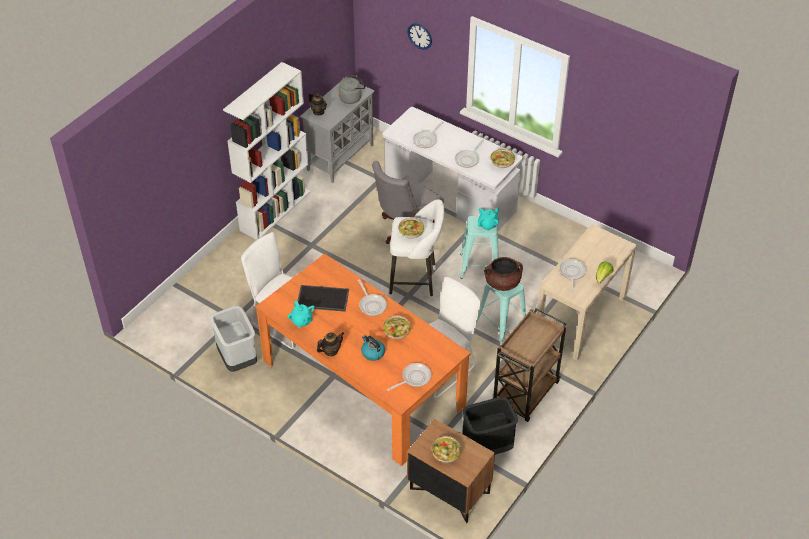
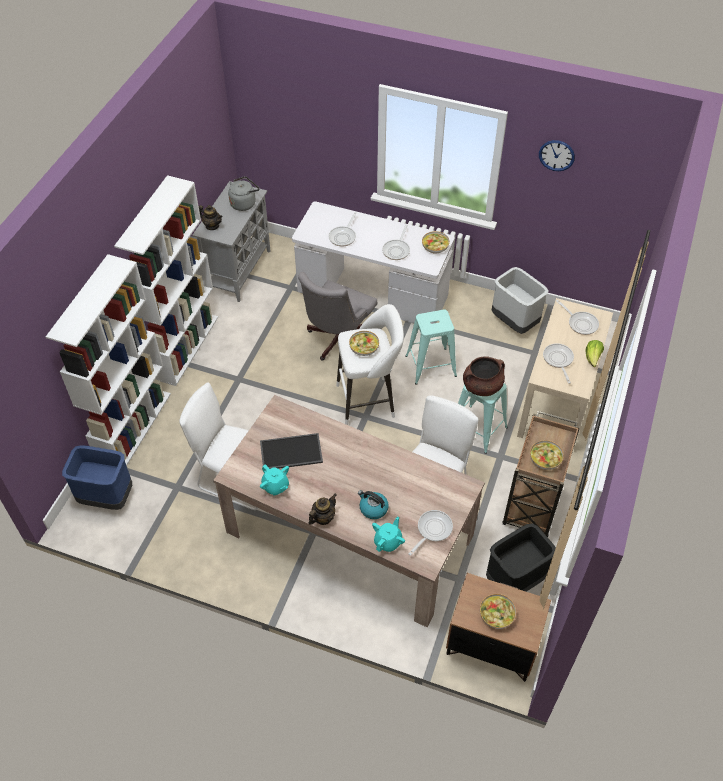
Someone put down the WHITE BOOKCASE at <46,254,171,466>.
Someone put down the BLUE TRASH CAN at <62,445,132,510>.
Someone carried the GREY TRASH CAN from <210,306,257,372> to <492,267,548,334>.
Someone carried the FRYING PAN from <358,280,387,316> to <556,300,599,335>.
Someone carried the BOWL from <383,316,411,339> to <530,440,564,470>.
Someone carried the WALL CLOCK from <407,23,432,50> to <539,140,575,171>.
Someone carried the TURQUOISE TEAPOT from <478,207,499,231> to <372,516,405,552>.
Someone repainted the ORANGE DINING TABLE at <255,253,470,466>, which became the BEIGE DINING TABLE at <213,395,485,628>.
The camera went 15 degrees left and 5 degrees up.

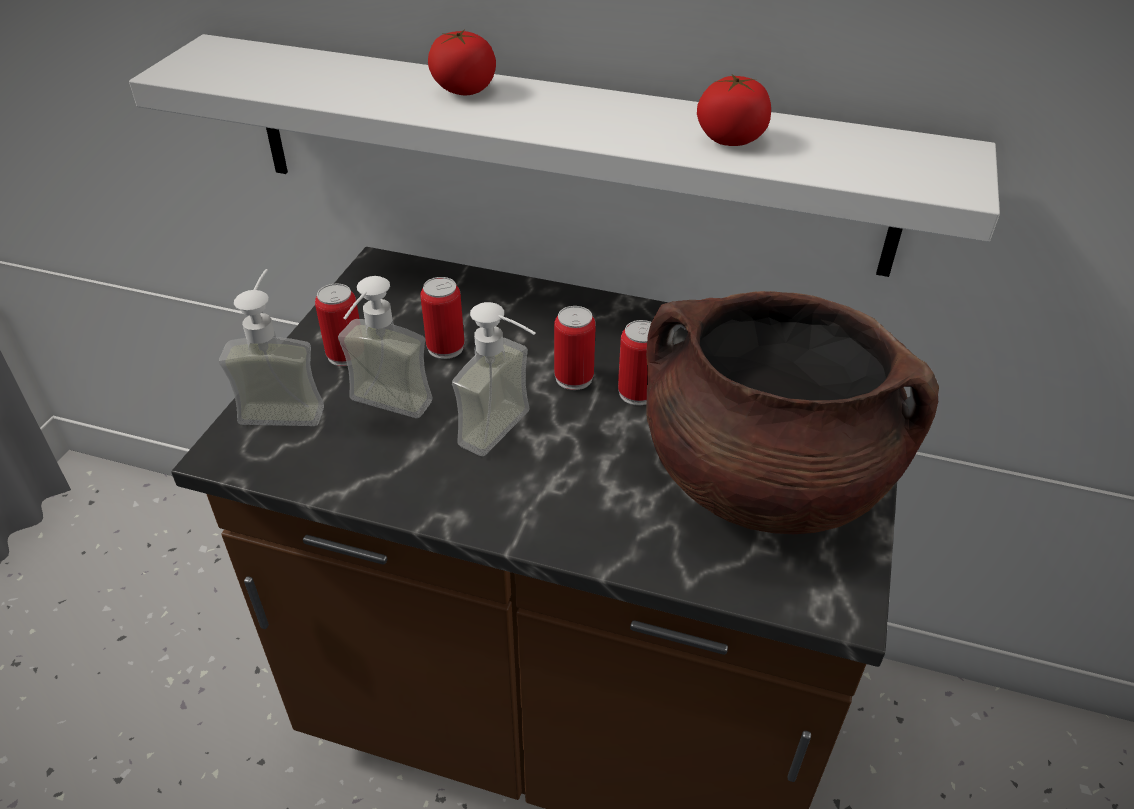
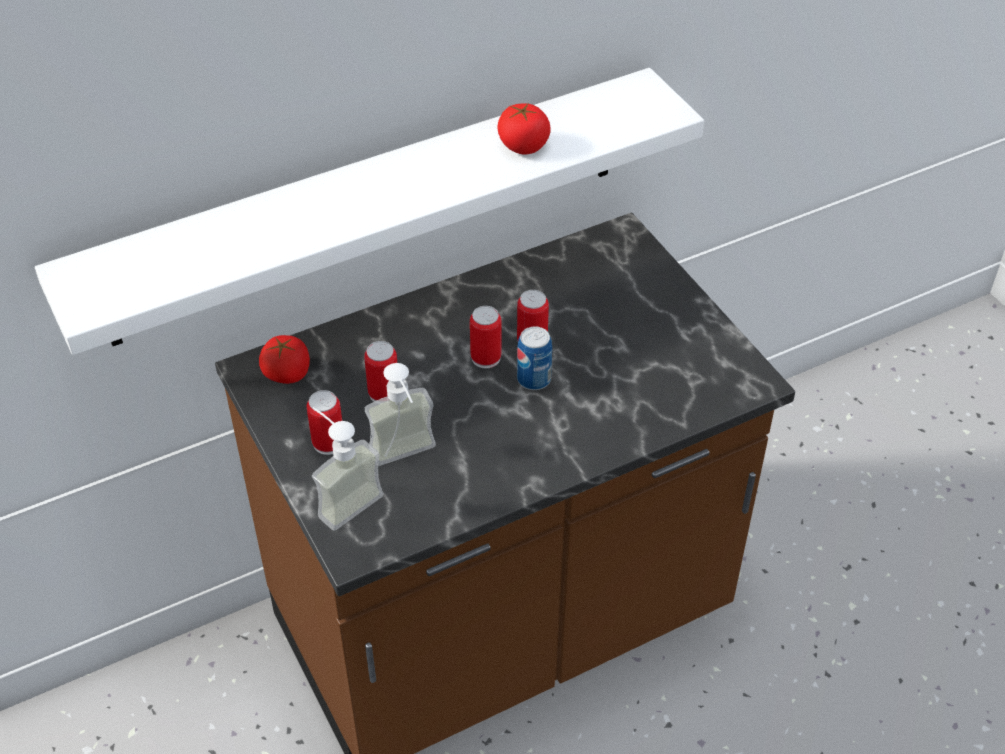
Someone took away the SOAP DISPENSER at <452,302,536,456>.
Someone took away the BROWN COOKING POT at <646,291,939,534>.
Someone put down the CAN at <517,326,552,390>.
Someone carried the TOMATO from <428,30,496,95> to <259,335,310,384>.
The camera went 45 degrees left and 5 degrees up.

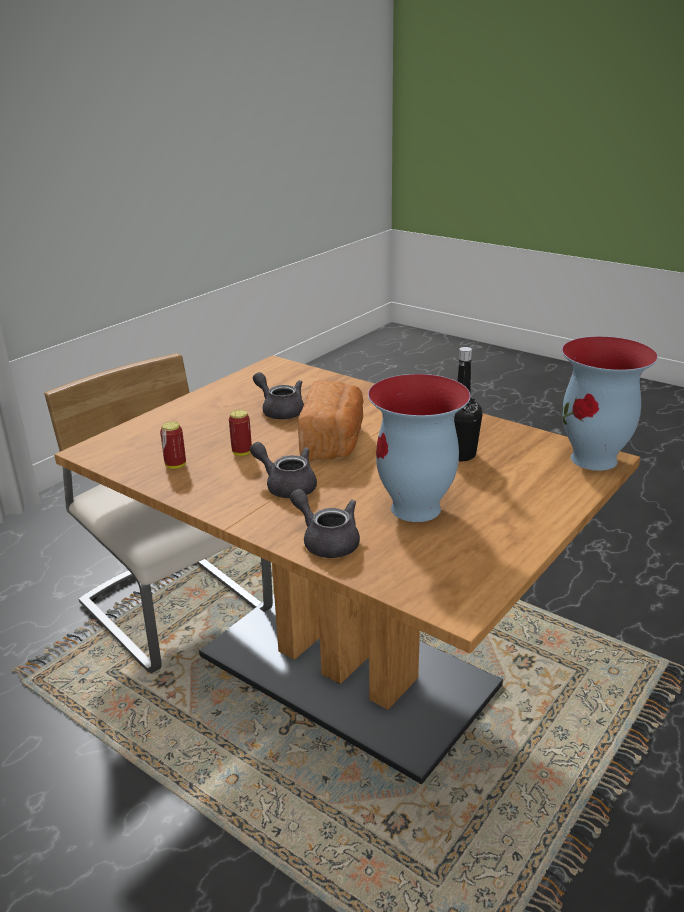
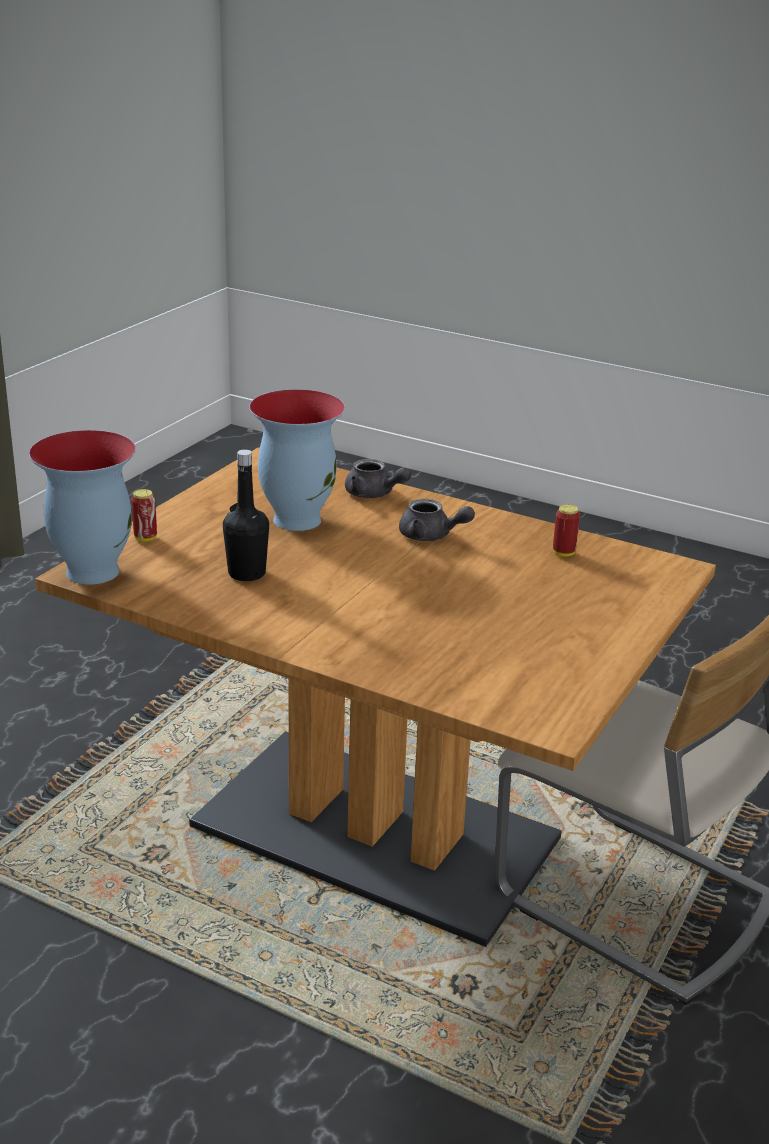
Someone took away the GREY TEAPOT at <253,372,304,419>.
Someone took away the BREAD at <298,381,364,460>.
Someone carried the CAN from <229,410,252,456> to <131,489,157,542>.
The camera went 170 degrees right and 0 degrees up.

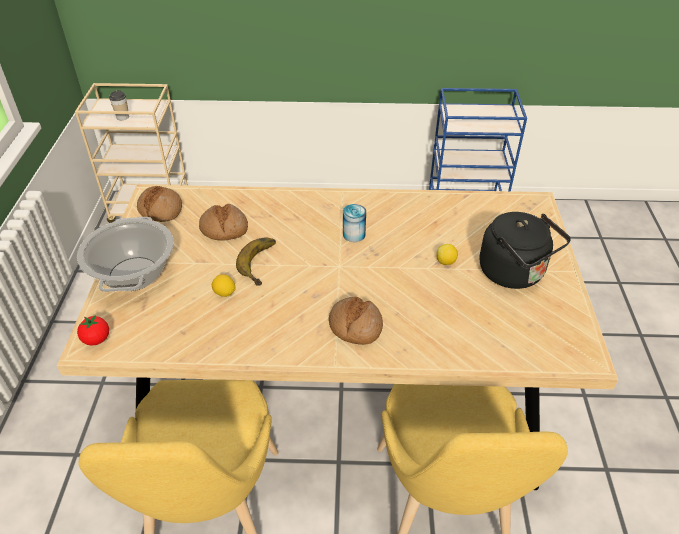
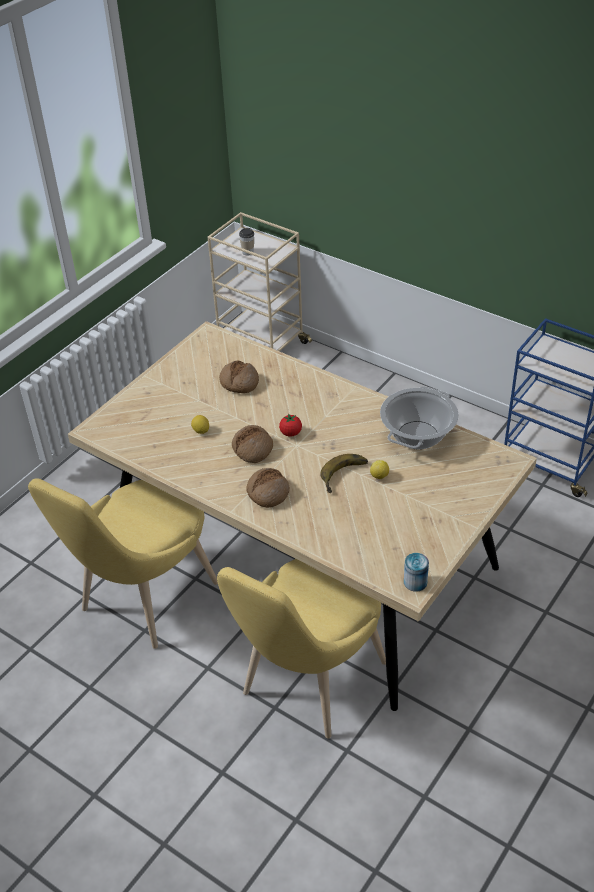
Someone took away the BLACK KETTLE at <479,212,571,289>.
Someone carried the COOKING POT from <77,217,174,292> to <380,386,459,450>.
Someone carried the TOMATO from <77,315,109,346> to <279,413,302,437>.
Someone carried the BREAD from <137,186,182,222> to <232,425,273,463>.
Someone carried the BANANA from <236,237,276,285> to <320,454,368,493>.
Someone carried the CAN from <343,204,366,242> to <404,553,429,592>.
The camera went 35 degrees right and 0 degrees up.

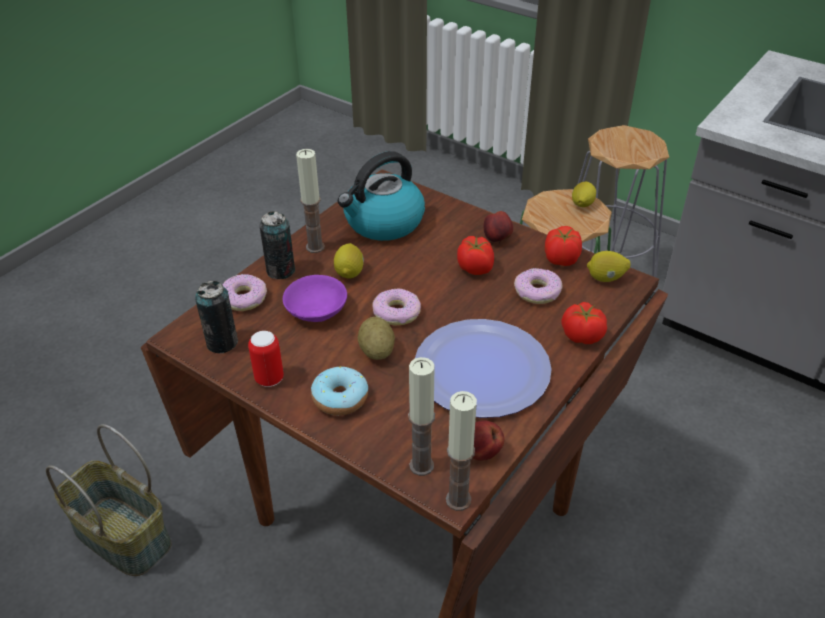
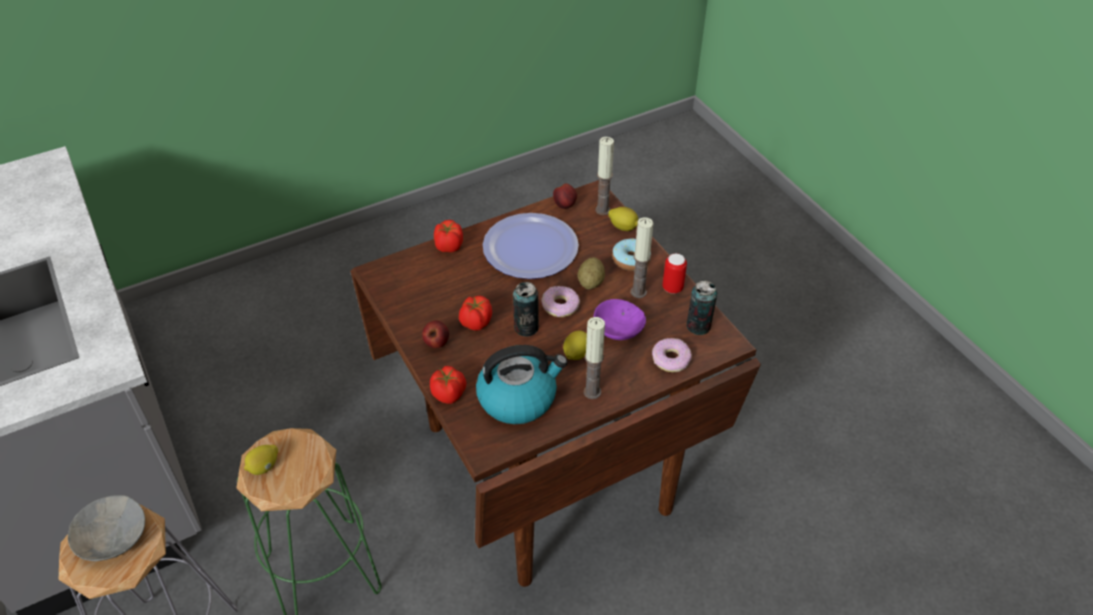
Someone took away the BASKET at <46,424,171,576>.
Someone took away the DONUT at <514,268,562,304>.
Someone put down the GREY BOWL at <68,495,145,561>.
Someone carried the CAN from <260,211,295,279> to <513,282,539,337>.
Someone carried the CANDLE from <446,391,477,511> to <631,217,654,298>.
Someone carried the TOMATO from <545,226,582,266> to <430,366,466,404>.
Someone carried the LEMON from <587,251,631,282> to <608,207,638,231>.
The camera went 155 degrees left and 5 degrees up.

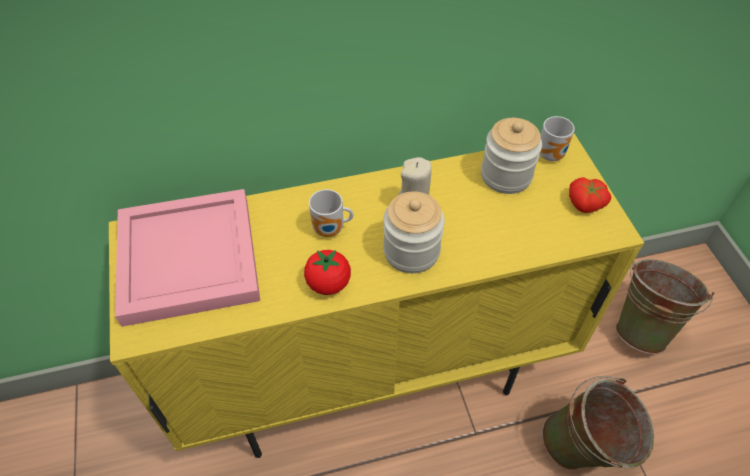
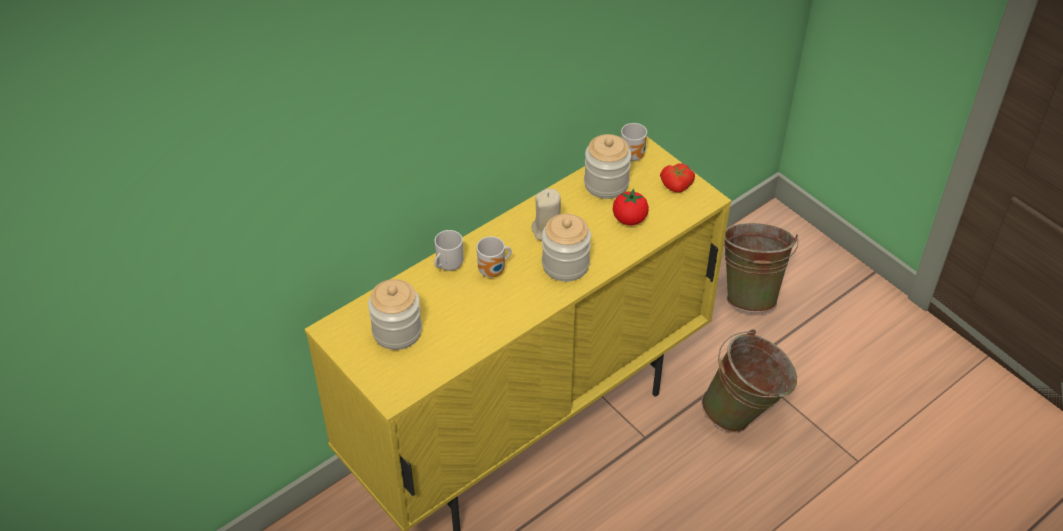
Someone put down the MUG at <434,230,463,271>.
Someone carried the TOMATO from <304,250,351,295> to <613,189,649,226>.
Someone swapped the PINK TRAY at <115,189,260,327> for the JAR at <368,279,422,350>.
The camera went 25 degrees left and 5 degrees down.

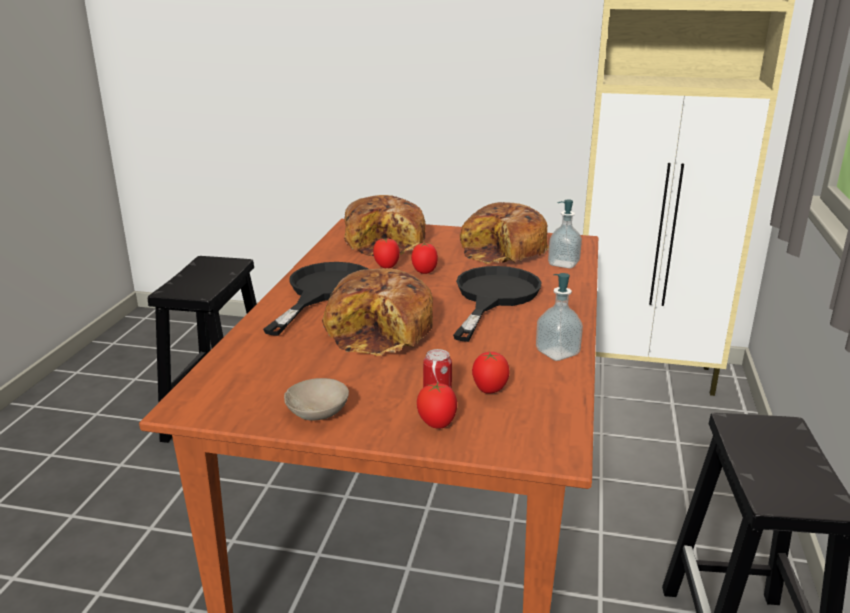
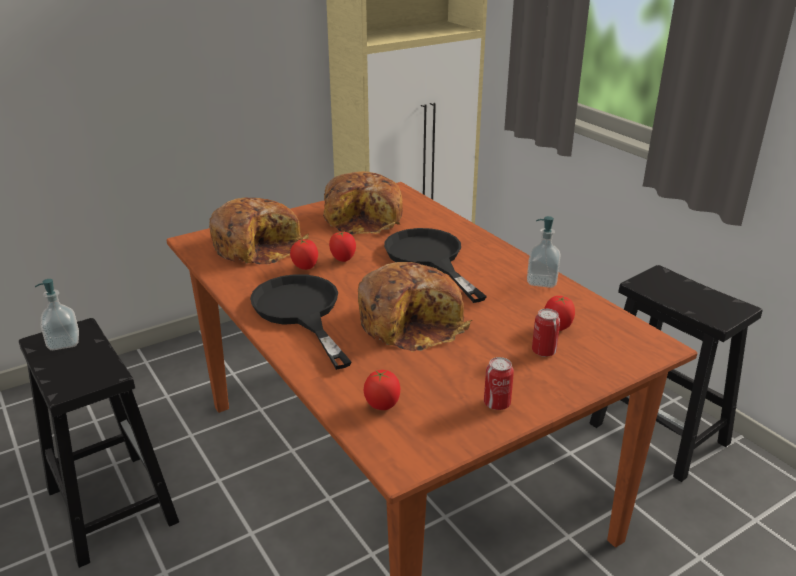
Someone carried the TOMATO from <417,381,457,429> to <364,370,400,410>.
Someone carried the SOAP DISPENSER from <548,199,582,268> to <35,279,79,350>.
Someone swapped the BEIGE BOWL at <284,378,349,420> for the CAN at <484,357,514,410>.
The camera went 45 degrees left and 5 degrees up.

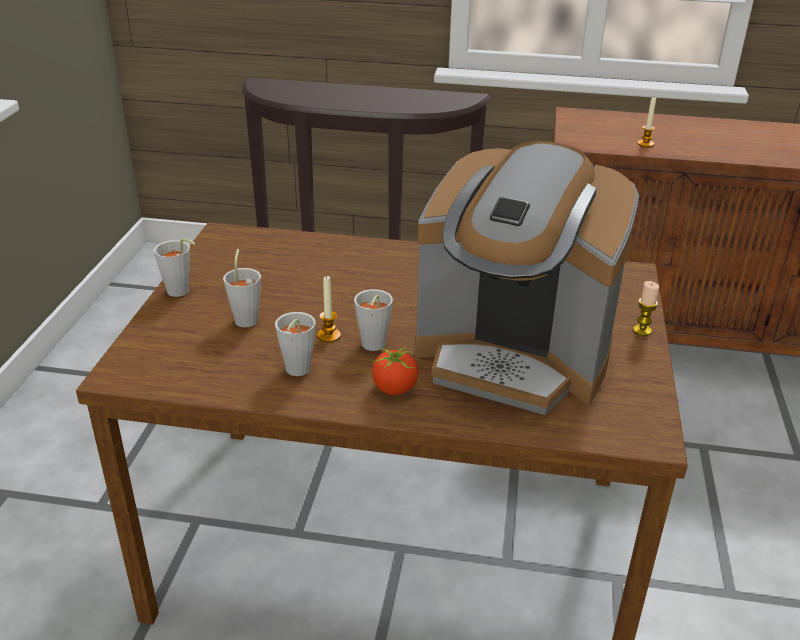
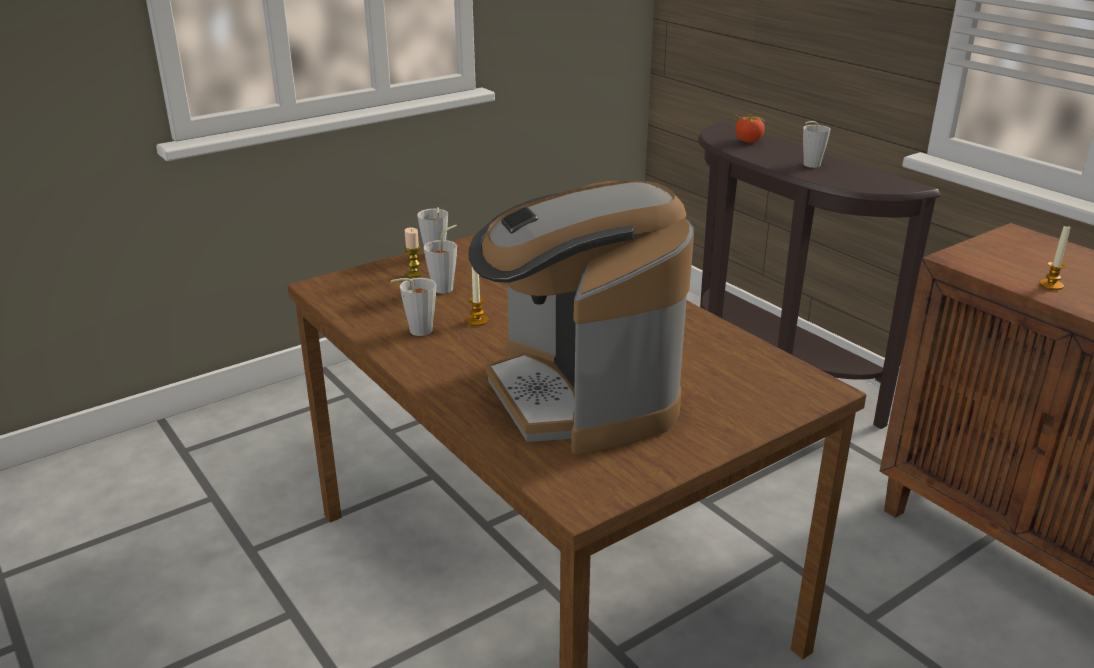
Someone carried the GREY CUP from <354,289,393,351> to <803,121,831,168>.
Someone carried the TOMATO from <370,345,418,395> to <735,114,766,142>.
Someone carried the CANDLE from <633,281,659,336> to <404,227,422,277>.
The camera went 45 degrees right and 5 degrees down.

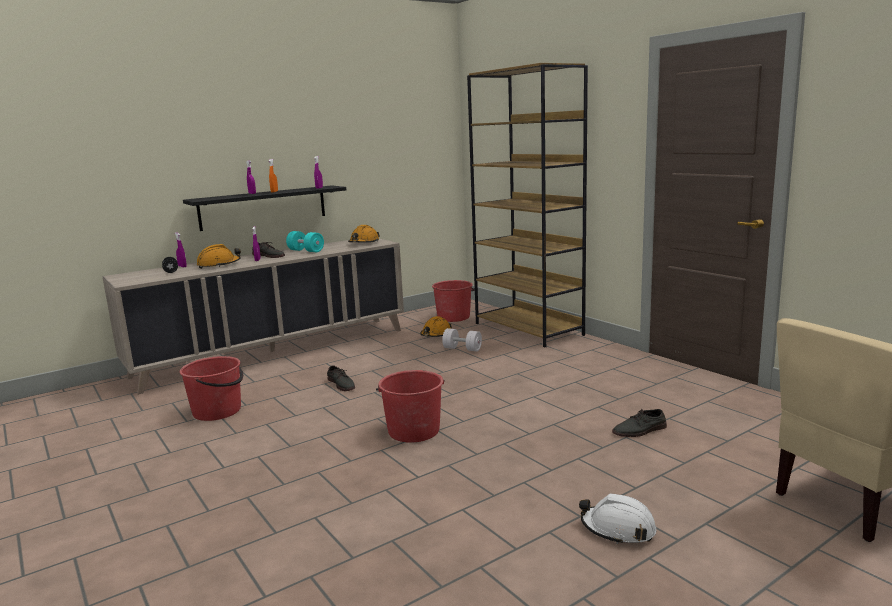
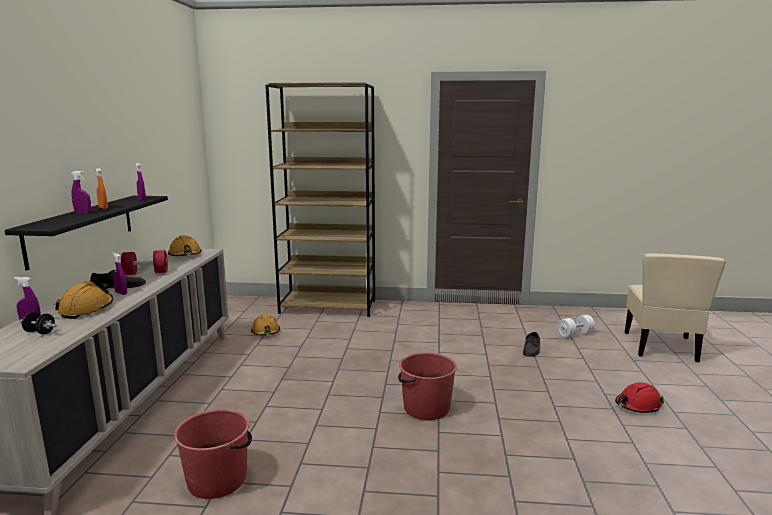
Someone took away the GREY SHOE at <327,365,355,391>.
Someone took away the RED BUCKET at <432,280,475,322>.
Someone carried the WHITE DUMBBELL from <442,328,482,352> to <558,315,595,337>.
Someone repainted the TURQUOISE DUMBBELL at <286,231,324,252>, which became the RED DUMBBELL at <121,250,168,275>.
Someone repainted the WHITE HARD HAT at <579,493,656,544>, which became the RED HARD HAT at <615,382,664,413>.
The camera went 50 degrees left and 0 degrees up.

